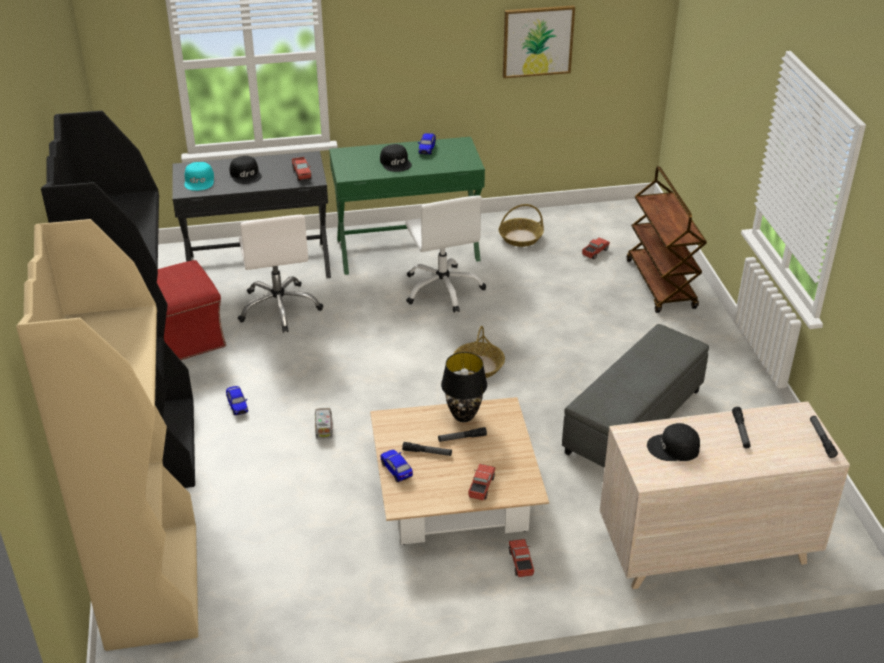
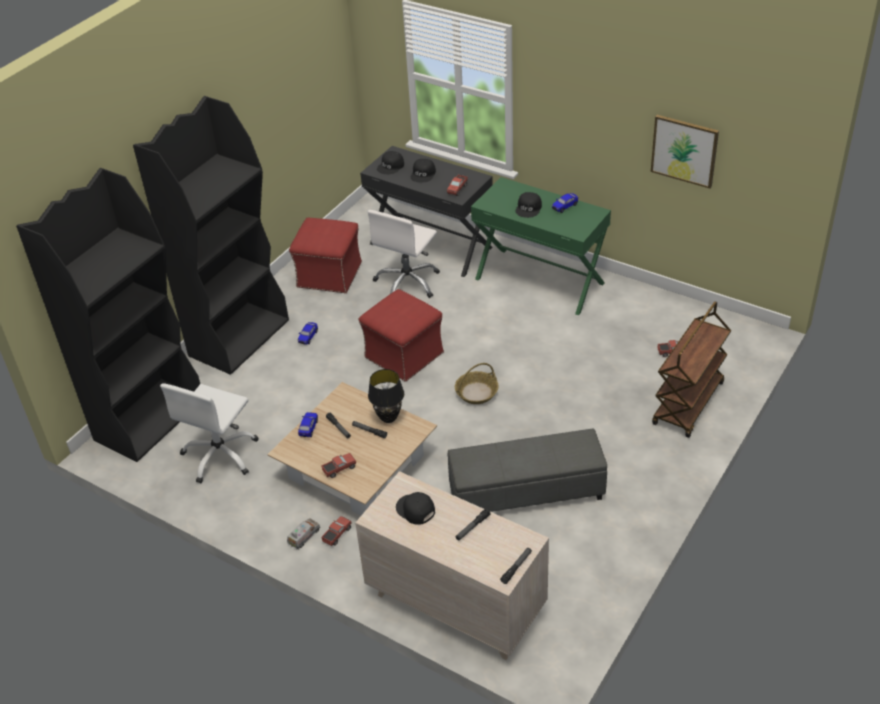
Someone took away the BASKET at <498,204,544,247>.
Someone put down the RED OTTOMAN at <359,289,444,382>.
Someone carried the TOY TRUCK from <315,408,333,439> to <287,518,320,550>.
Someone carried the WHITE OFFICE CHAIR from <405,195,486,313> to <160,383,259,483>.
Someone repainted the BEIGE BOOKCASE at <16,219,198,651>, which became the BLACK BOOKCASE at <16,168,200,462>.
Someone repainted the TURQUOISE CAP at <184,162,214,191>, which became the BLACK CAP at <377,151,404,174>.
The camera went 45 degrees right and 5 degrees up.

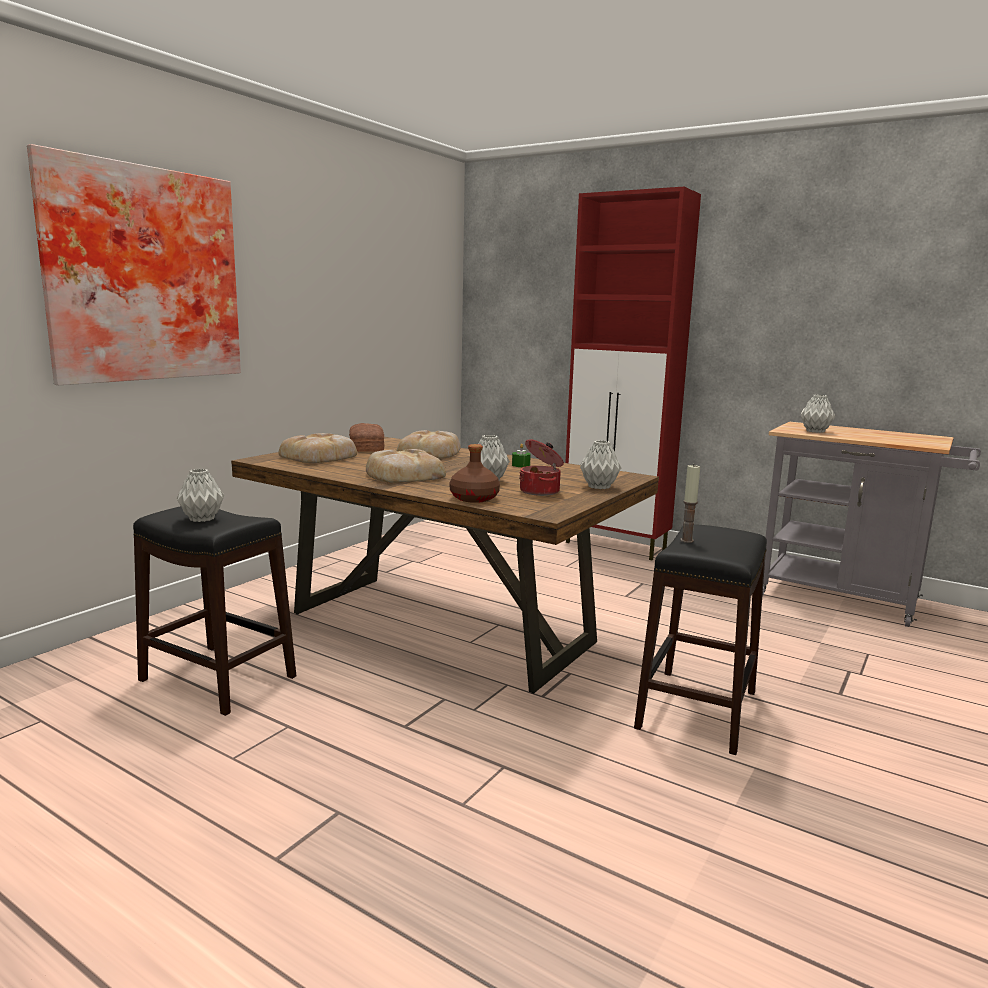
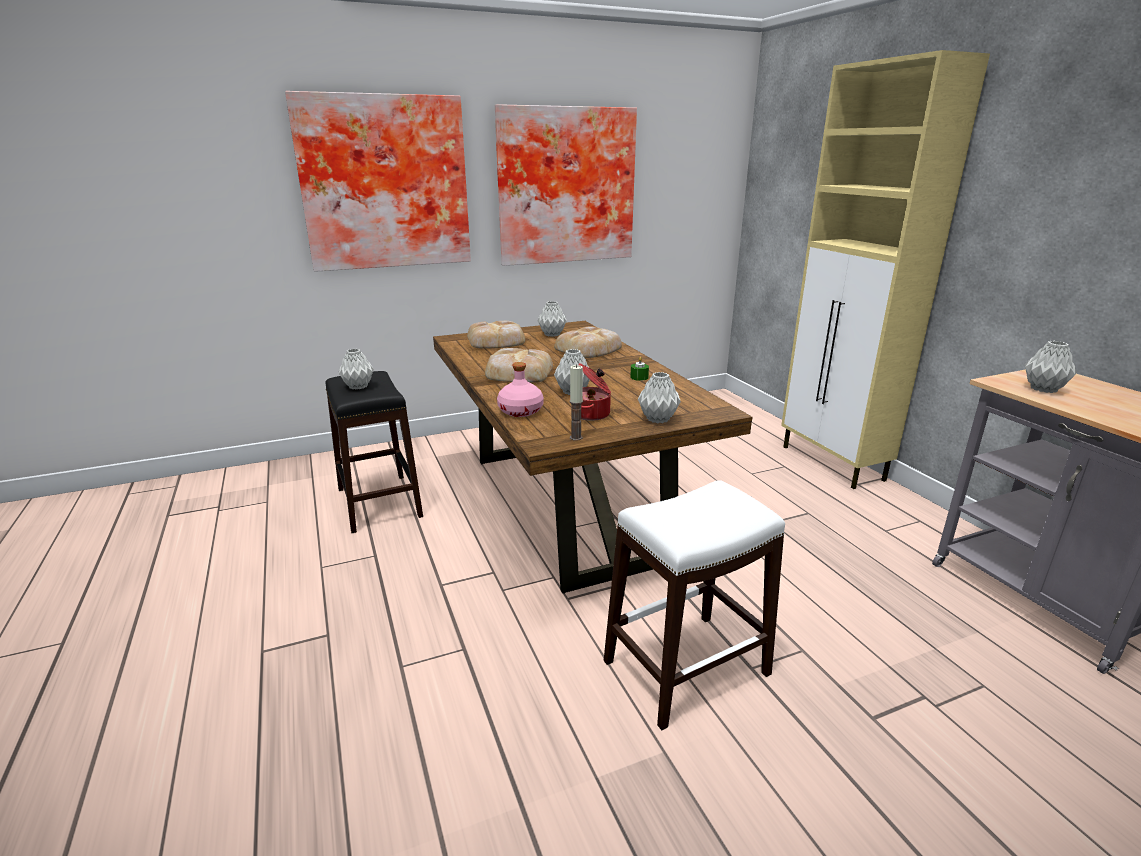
Someone put up the PICTURE at <495,104,637,266>.
Someone carried the CANDLE from <680,464,700,543> to <570,365,583,441>.
Someone swapped the BREAD at <349,423,384,452> for the GREY VASE at <537,301,567,337>.
Someone repainted the BROWN BOTTLE at <450,444,500,503>, which became the PINK BOTTLE at <497,362,544,417>.
Someone repainted the RED CABINET at <565,187,701,560>, which became the BEIGE CABINET at <781,50,990,489>.
Someone repainted the BLACK STOOL at <634,524,767,755>, which became the WHITE STOOL at <604,480,785,730>.
The camera went 35 degrees right and 10 degrees up.

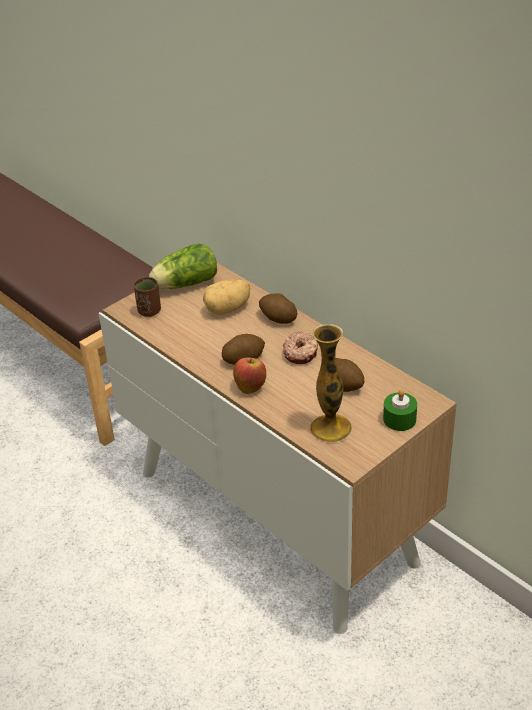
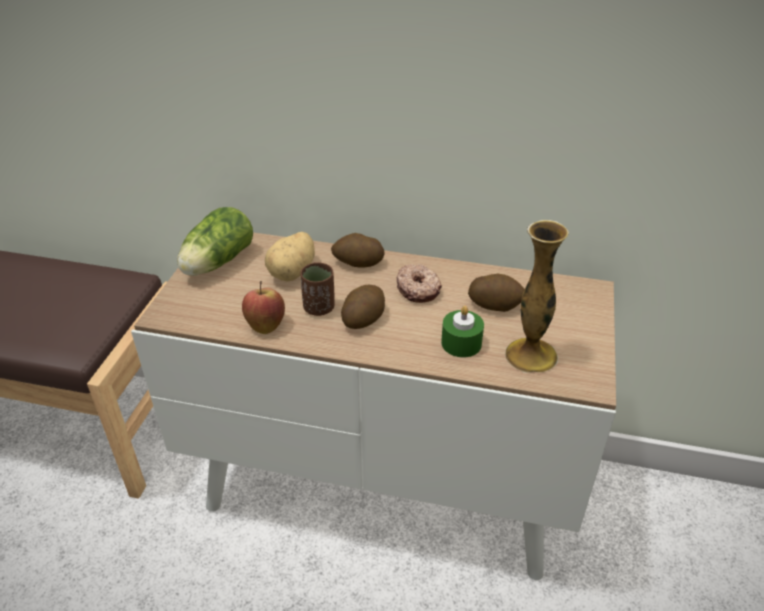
Someone carried the BROWN CUP from <134,277,161,317> to <300,262,335,316>.
Someone carried the APPLE from <233,353,266,394> to <242,281,285,334>.
Someone carried the GREEN CANDLE from <383,390,417,431> to <441,306,484,357>.
The camera went 35 degrees left and 0 degrees up.

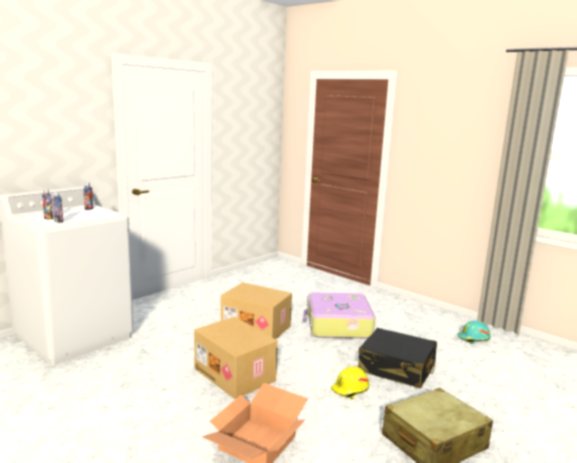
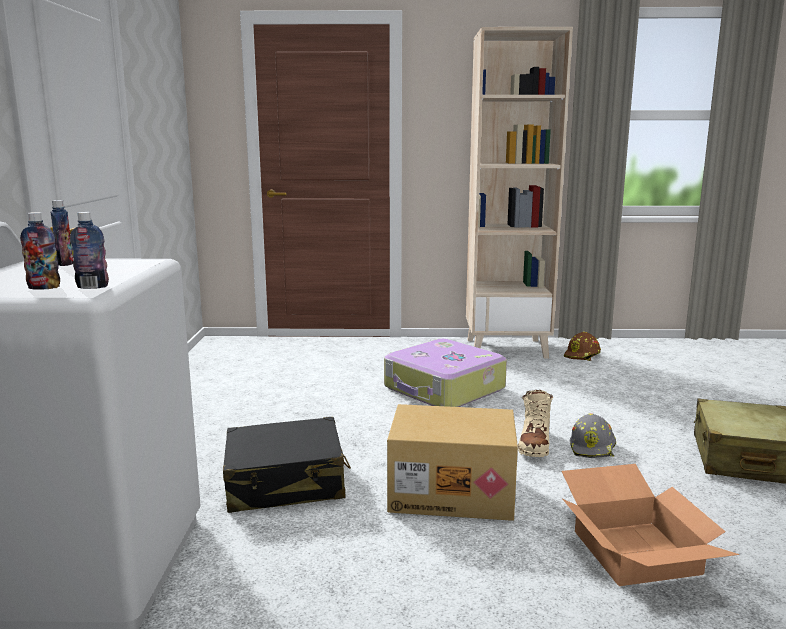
Someone took away the CARDBOARD BOX at <221,282,292,339>.
Someone put down the BEIGE BOOKCASE at <466,27,573,359>.
Someone put down the BEIGE BOOT at <518,390,553,457>.
Someone carried the BLACK SUITCASE from <358,328,437,389> to <223,417,351,513>.
Someone repainted the YELLOW HARD HAT at <331,366,369,399>, which became the GREY HARD HAT at <570,413,616,458>.
Someone repainted the TURQUOISE HARD HAT at <457,321,491,344>, which became the BROWN HARD HAT at <564,332,601,361>.
The camera went 40 degrees left and 0 degrees up.

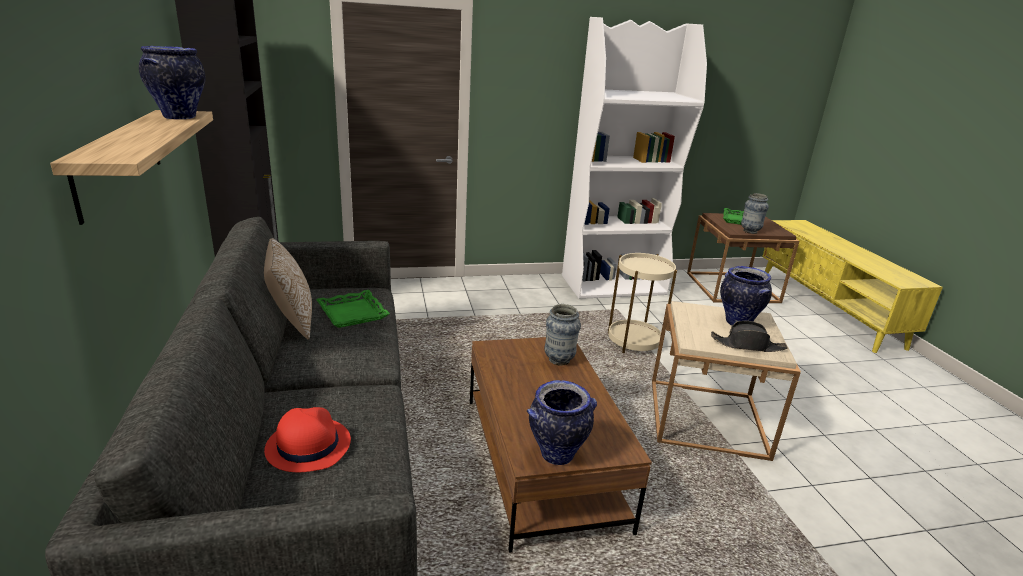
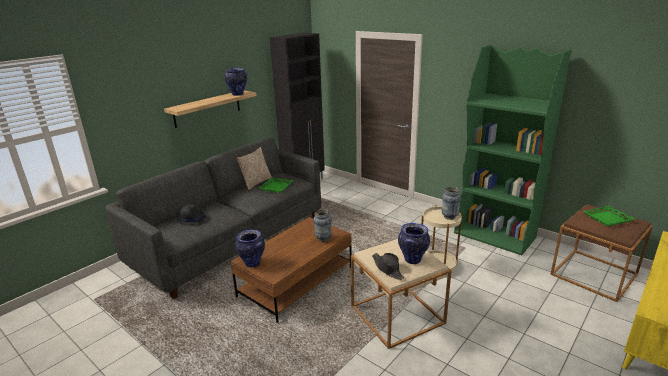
Someone carried the VASE from <741,193,769,234> to <442,187,461,220>.
Someone repainted the RED HAT at <264,407,351,472>, which became the BLACK HAT at <177,204,207,226>.
Someone repainted the WHITE BOOKCASE at <562,17,707,299>, which became the GREEN BOOKCASE at <454,45,572,255>.
The camera went 55 degrees right and 0 degrees up.

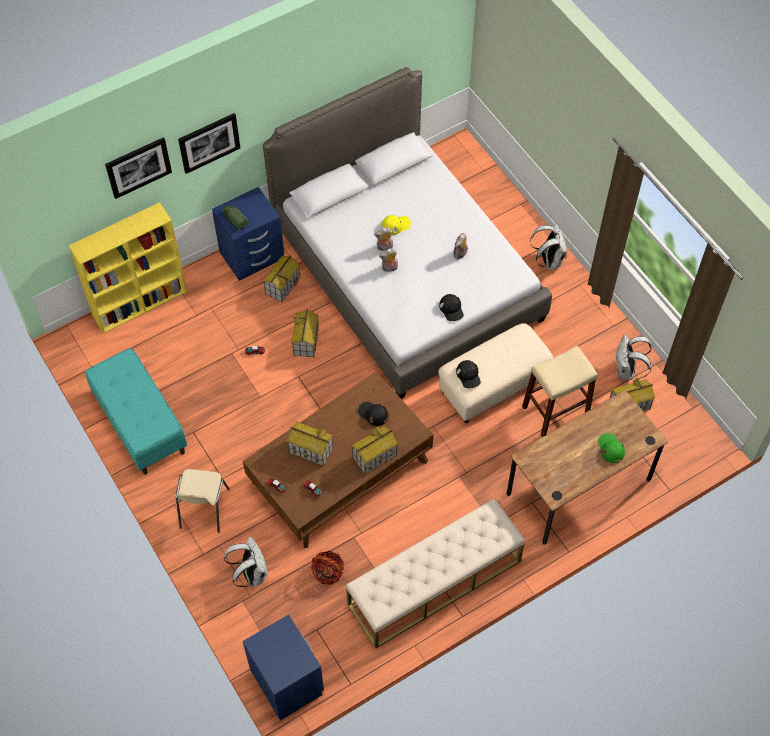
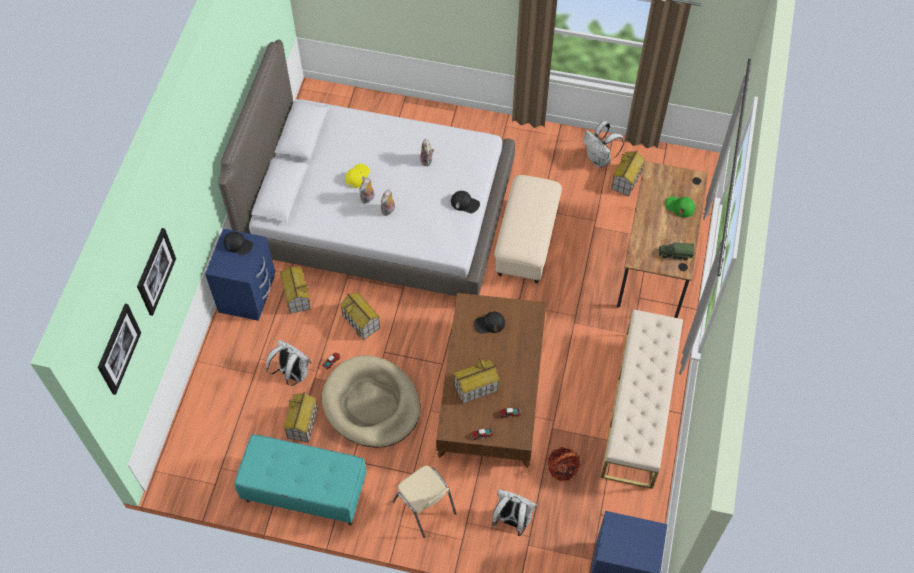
Someone took away the YELLOW BOOKCASE at <69,202,188,333>.
Someone took away the BEIGE STOOL at <522,346,598,437>.
Someone put down the BEIGE DOG BED at <322,355,421,447>.
Someone carried the PICTURE from <178,113,240,174> to <98,304,141,395>.
Someone carried the TOY TRUCK from <221,205,249,230> to <659,242,694,260>.
Someone carried the TOY HOUSE from <351,426,398,474> to <284,392,318,443>.
Someone carried the BLACK CAP from <456,360,481,388> to <223,232,253,256>.
Someone carried the WHITE BACKPACK from <530,224,567,270> to <266,340,311,386>.
The camera went 45 degrees left and 0 degrees up.

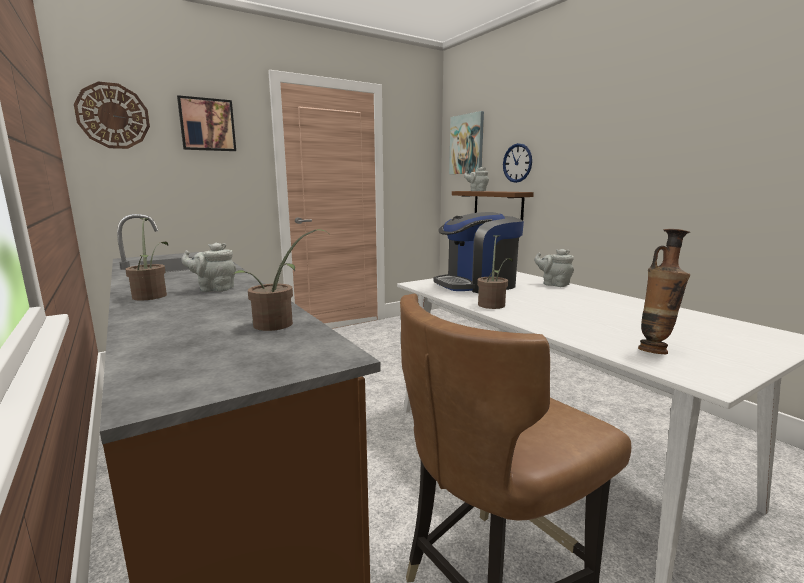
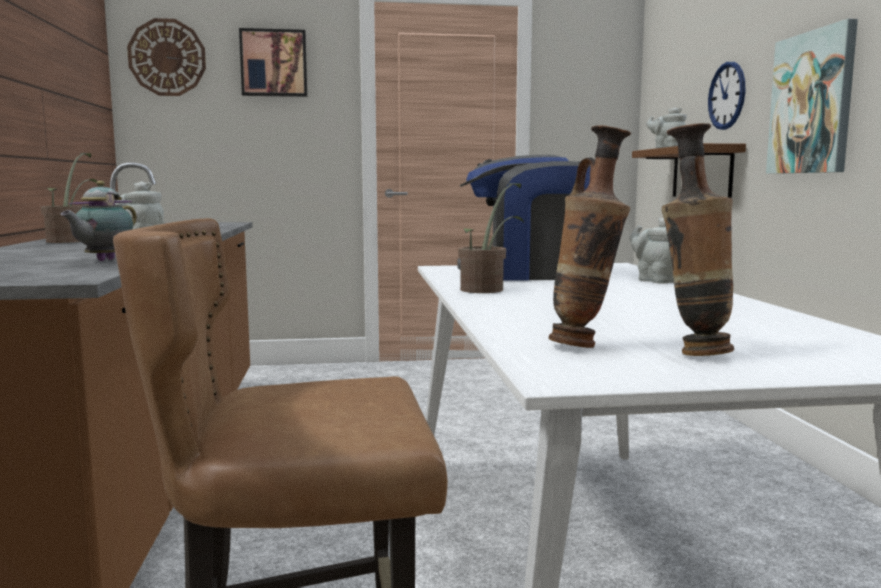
Someone put down the VASE at <661,123,734,356>.
Someone carried the PICTURE from <449,111,484,174> to <766,19,858,174>.
Someone swapped the POTTED PLANT at <232,229,328,331> for the TEAPOT at <60,181,137,261>.
The camera went 25 degrees right and 5 degrees down.

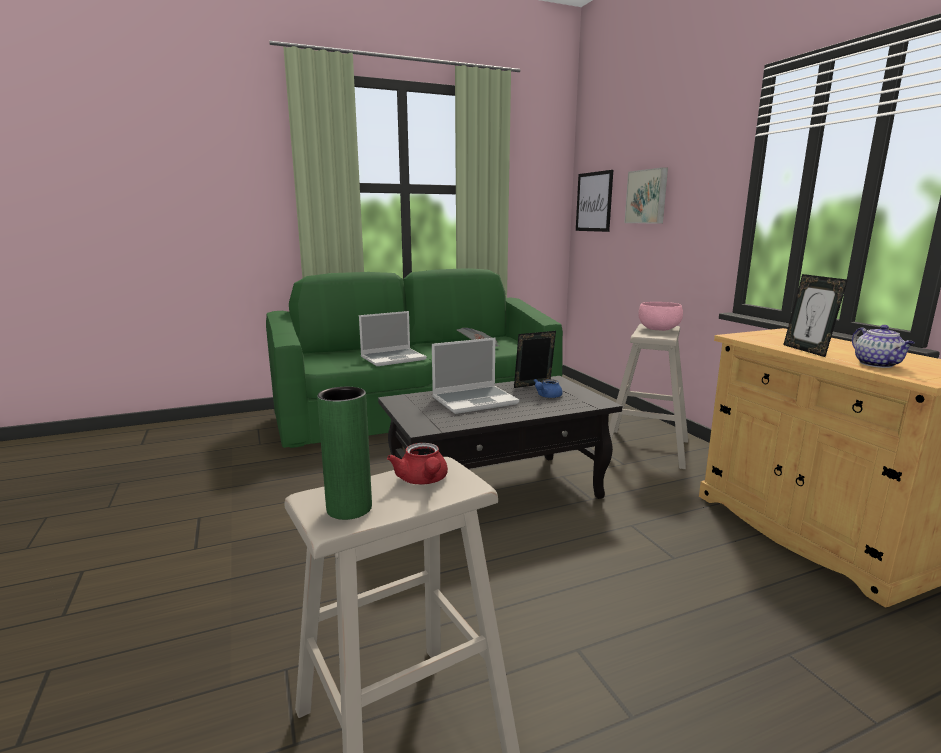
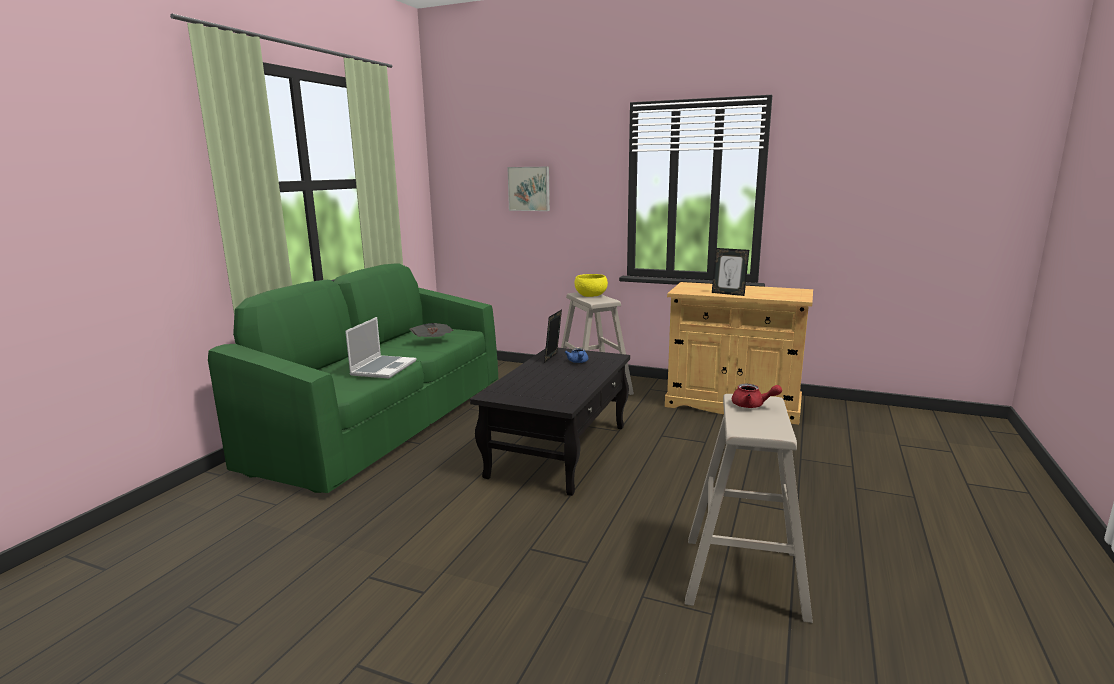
Someone took away the GREEN VASE at <317,387,372,520>.
Someone took away the LAPTOP at <432,338,519,414>.
Someone took away the PICTURE at <576,170,613,232>.
Someone took away the TEAPOT at <852,325,915,368>.
Someone repainted the PINK BOWL at <638,302,683,331>, which became the YELLOW BOWL at <575,274,608,297>.
The camera went 45 degrees left and 0 degrees up.

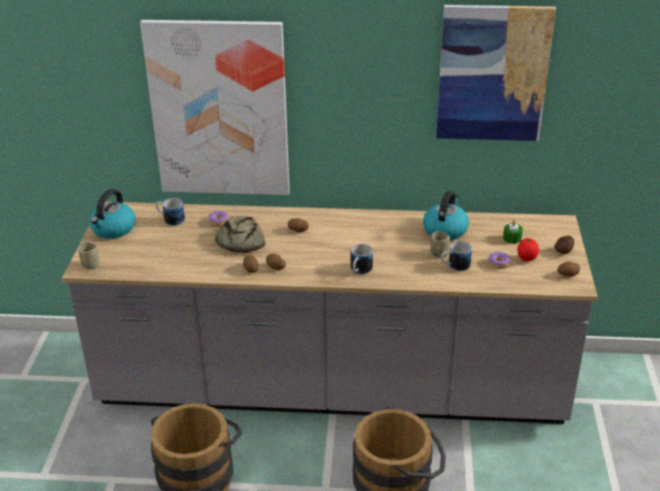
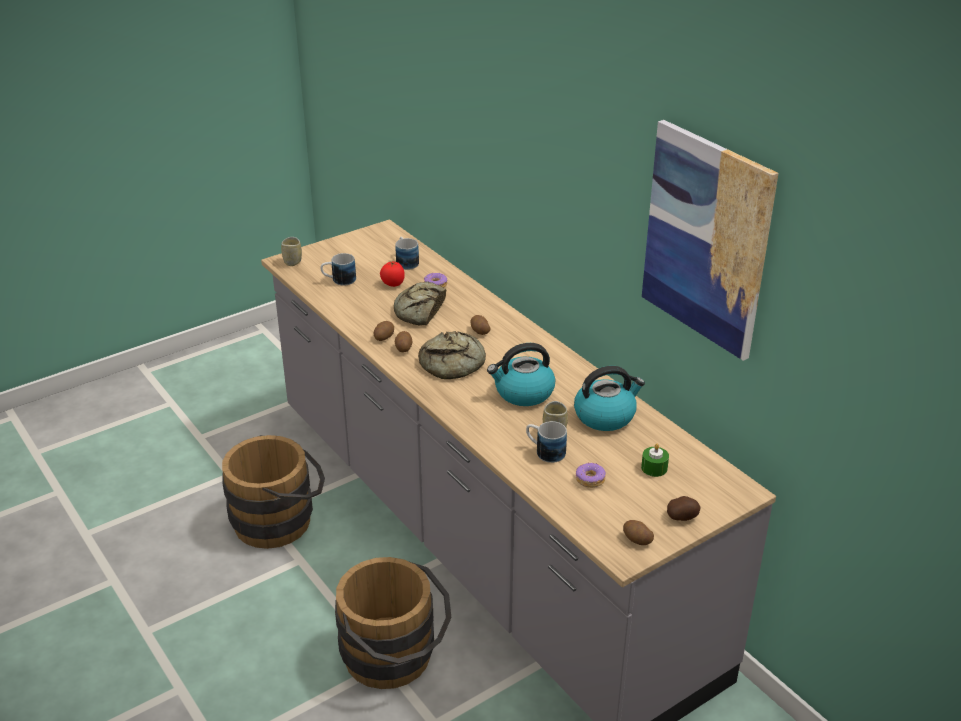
Someone took away the PICTURE at <140,20,290,195>.
Someone put down the BREAD at <418,331,486,379>.
Someone carried the KETTLE from <89,189,135,239> to <487,343,556,406>.
Someone carried the MUG from <351,244,373,274> to <320,253,356,286>.
Someone carried the TOMATO from <517,238,539,261> to <380,261,405,287>.
The camera went 50 degrees right and 0 degrees up.

